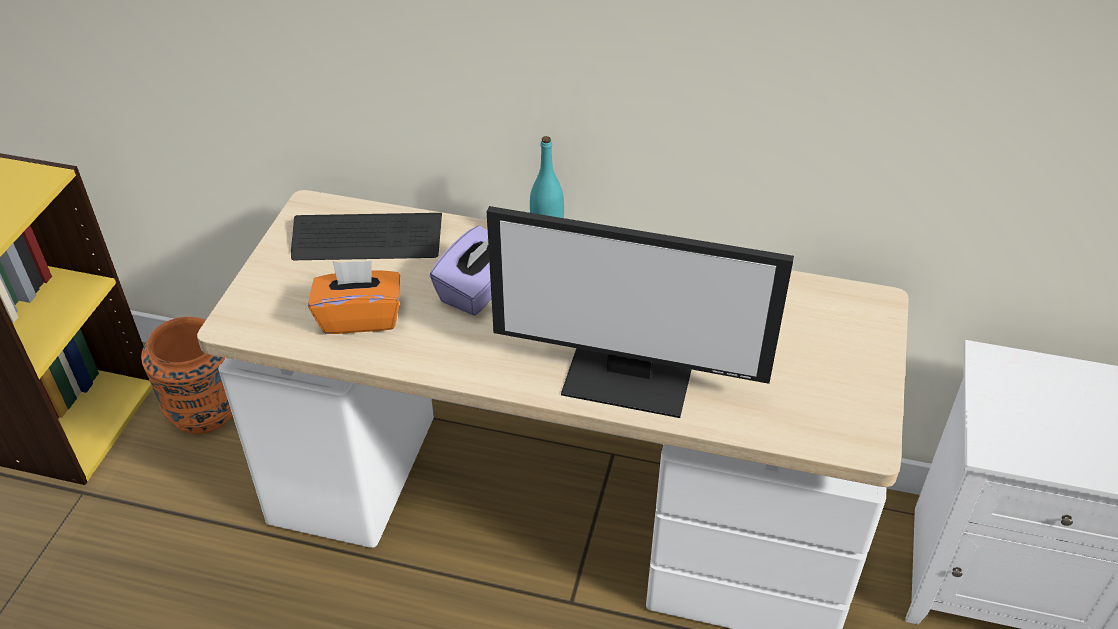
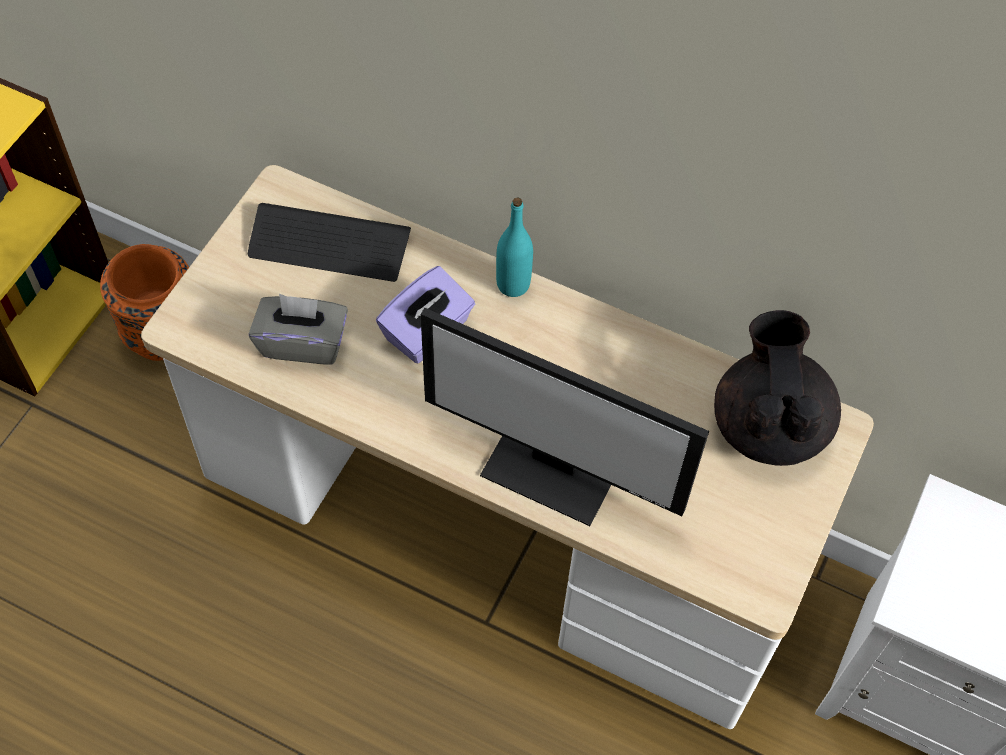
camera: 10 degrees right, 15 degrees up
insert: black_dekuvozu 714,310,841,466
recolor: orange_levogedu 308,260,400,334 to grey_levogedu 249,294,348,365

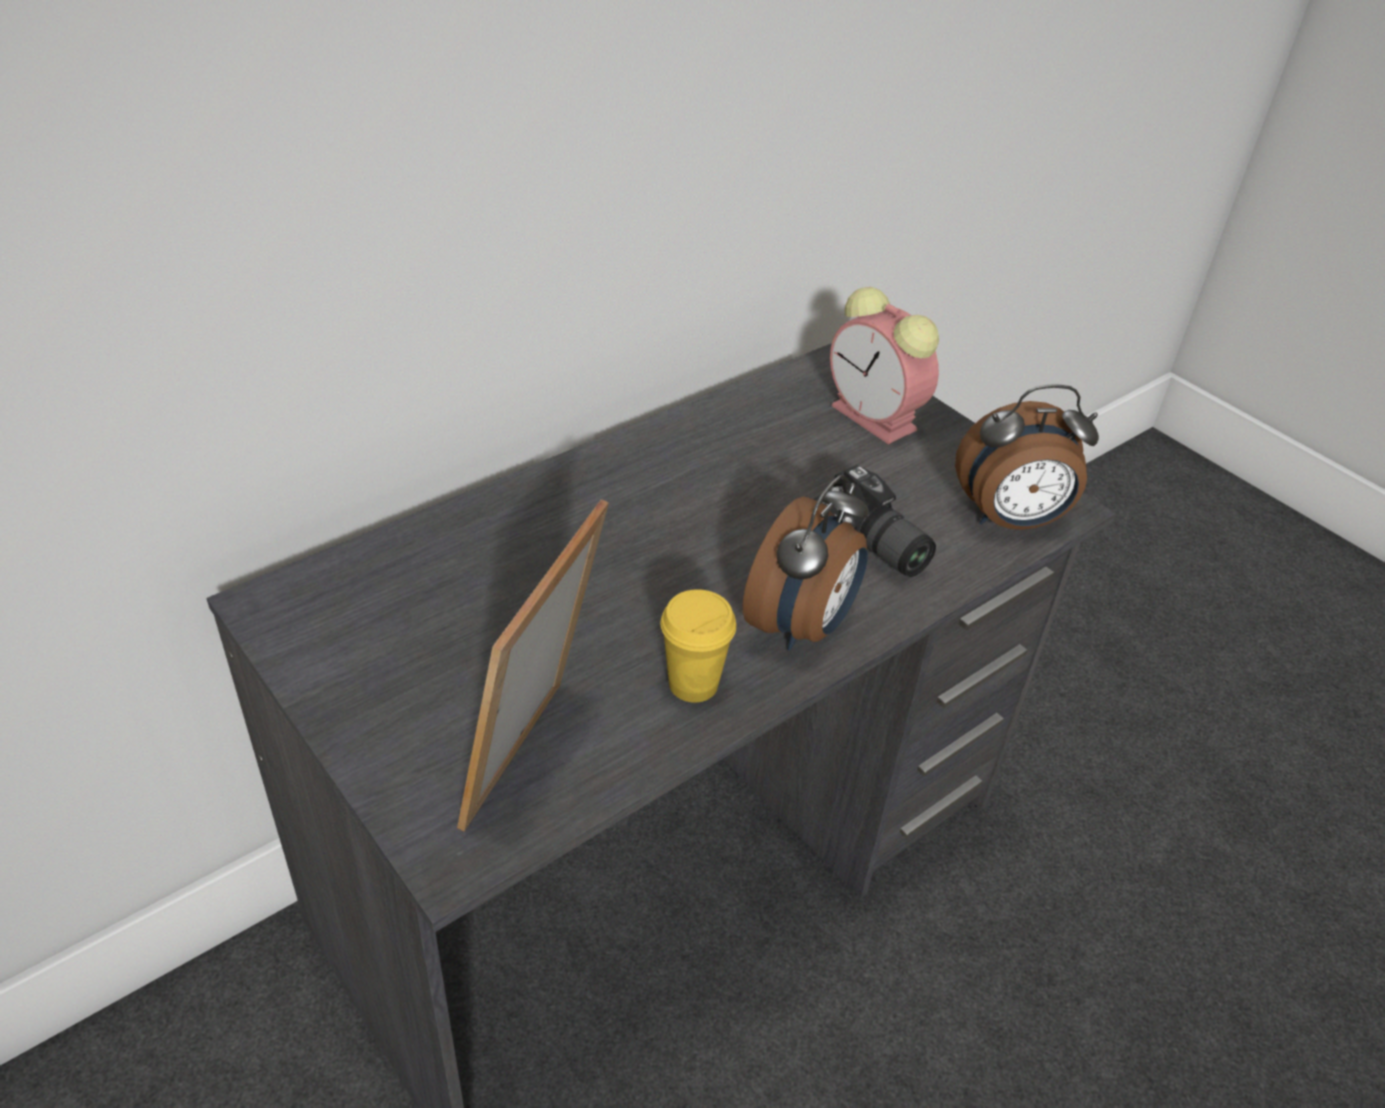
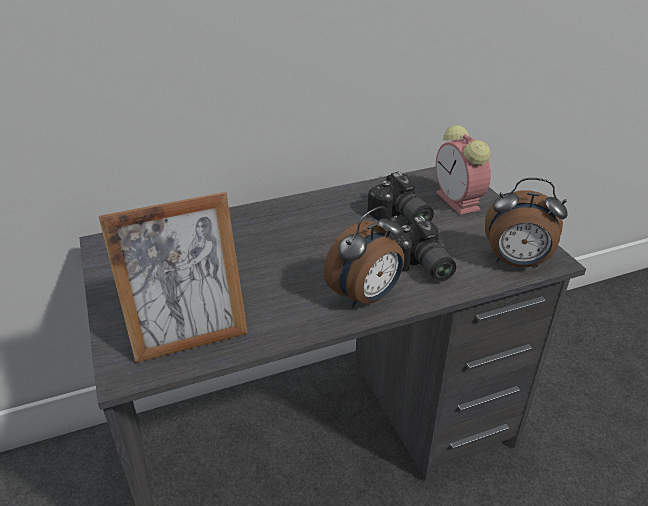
camera: 20 degrees right, 5 degrees down
delete: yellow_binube 661,589,736,703
insert: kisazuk 368,172,434,222
rotate: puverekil 457,499,609,832 = 99,192,248,363 150 degrees counterclockwise

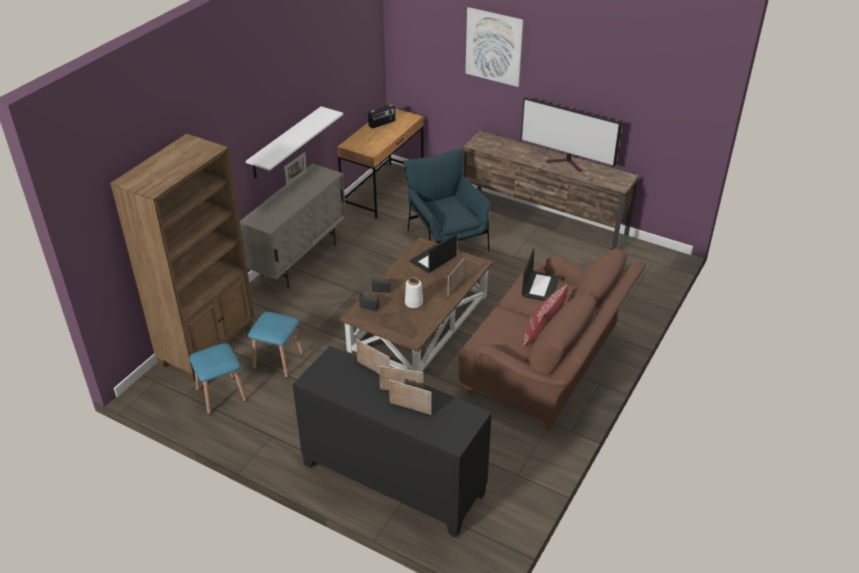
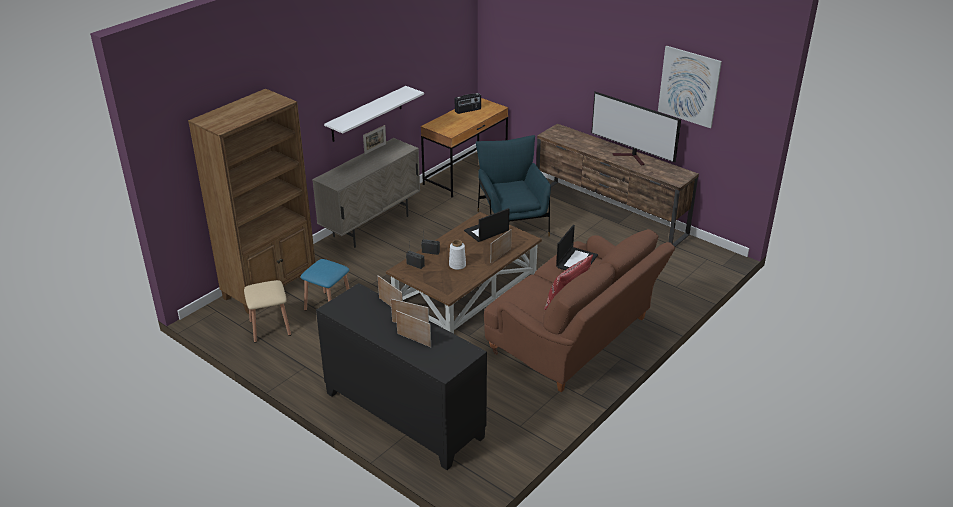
camera: 10 degrees right, 5 degrees down
move: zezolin 465,7,524,87 to 658,46,722,128
recolor: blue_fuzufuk 189,343,247,414 to beige_fuzufuk 244,280,291,343

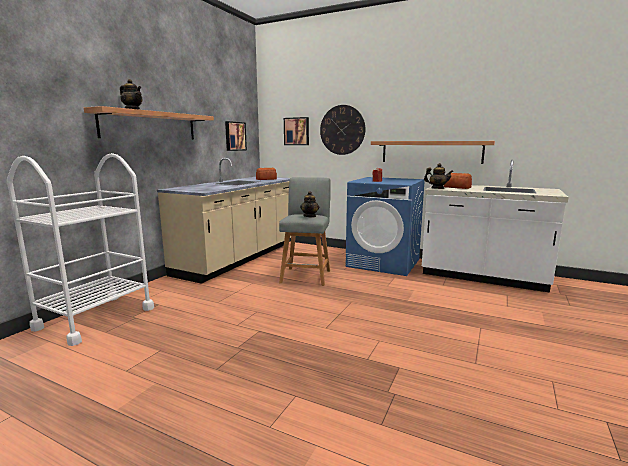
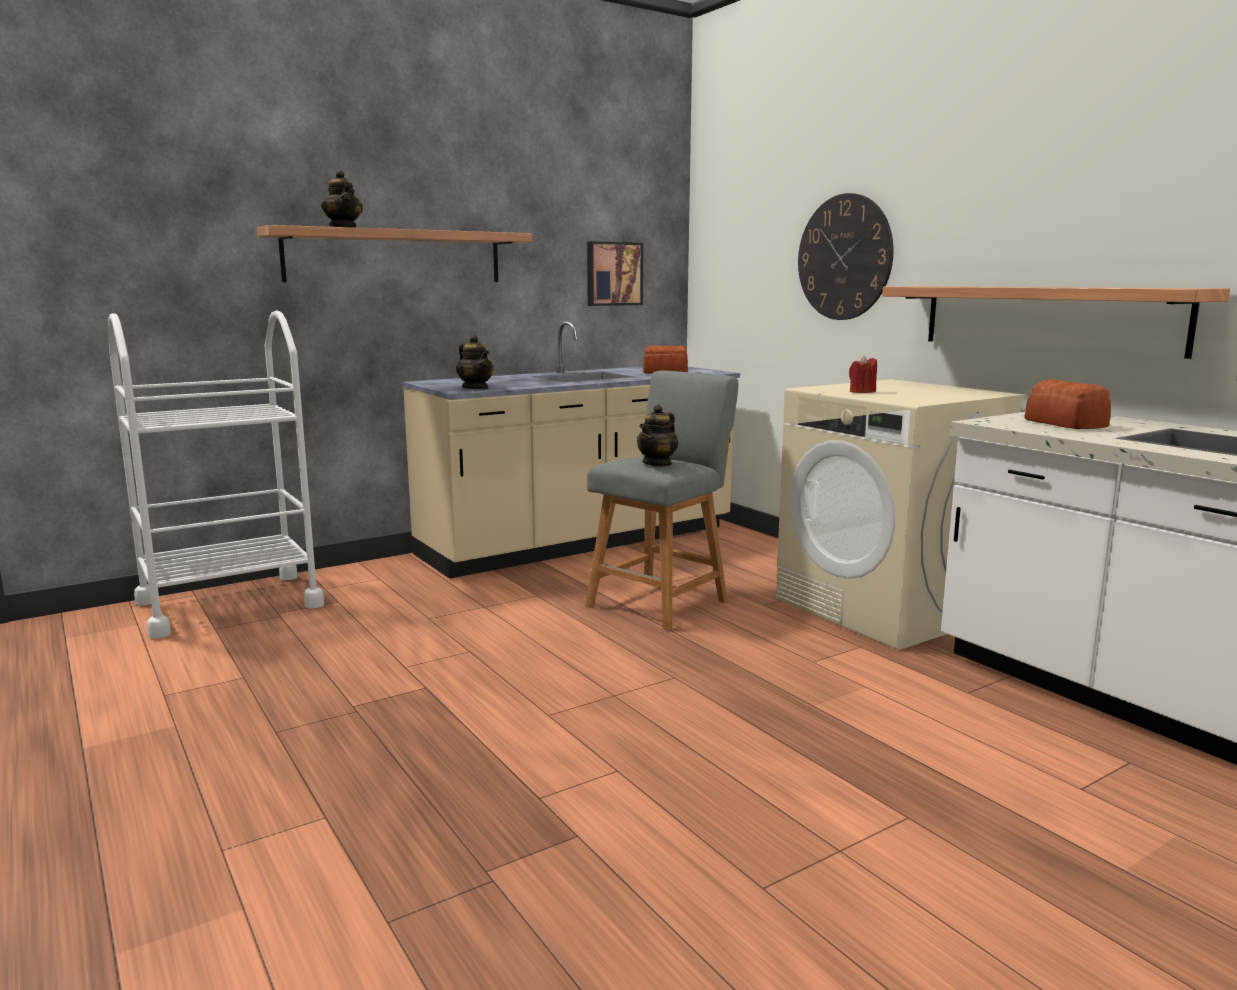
camera: 30 degrees right, 0 degrees up
delete: zezolin 284,117,309,145
move: dekuvozu 424,163,453,189 to 456,335,494,389
recolor: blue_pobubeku 346,177,424,276 to beige_pobubeku 776,379,1025,650

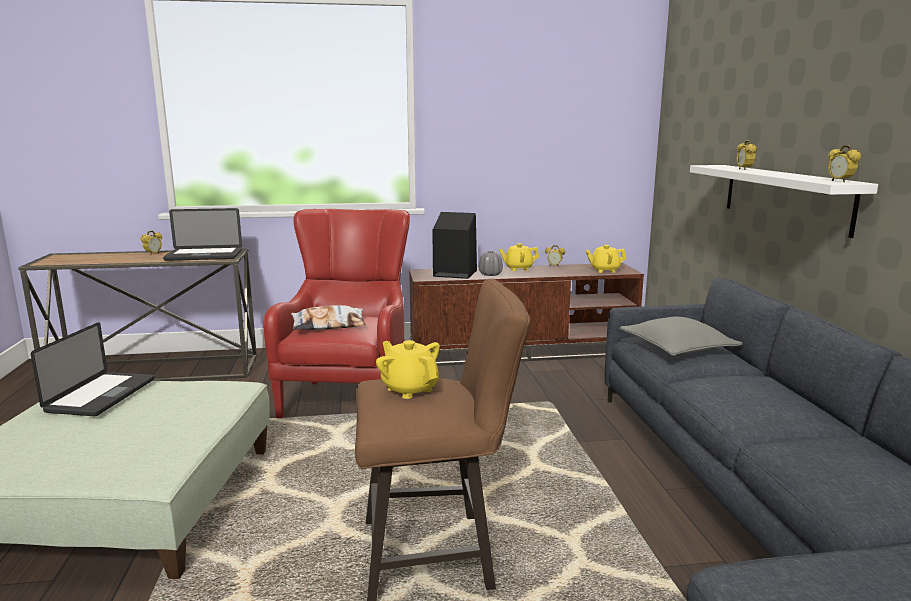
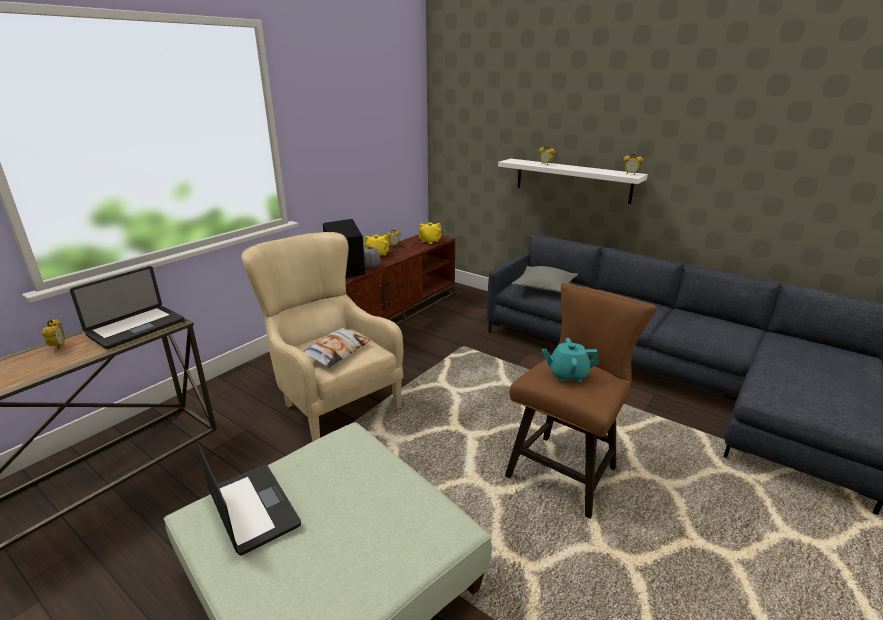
camera: 45 degrees left, 10 degrees up
recolor: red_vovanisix 264,209,410,418 to beige_vovanisix 242,232,403,442; yellow_dekuvozu 376,340,440,399 to turquoise_dekuvozu 542,338,599,382

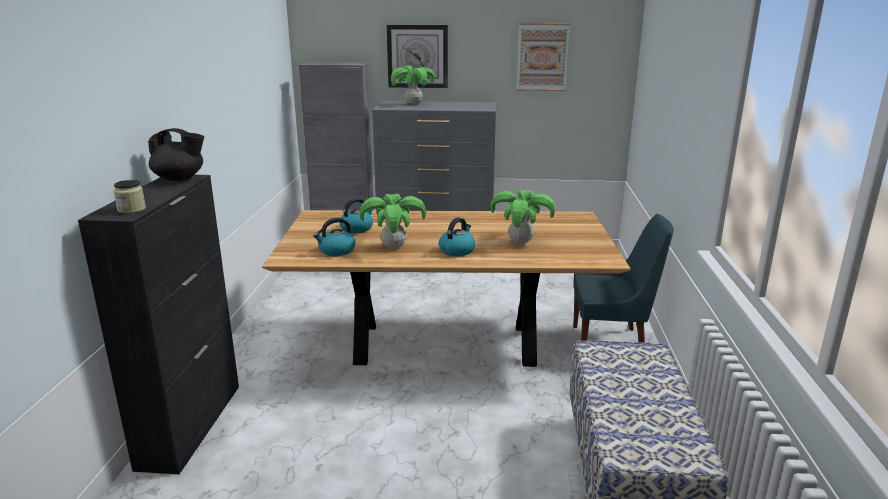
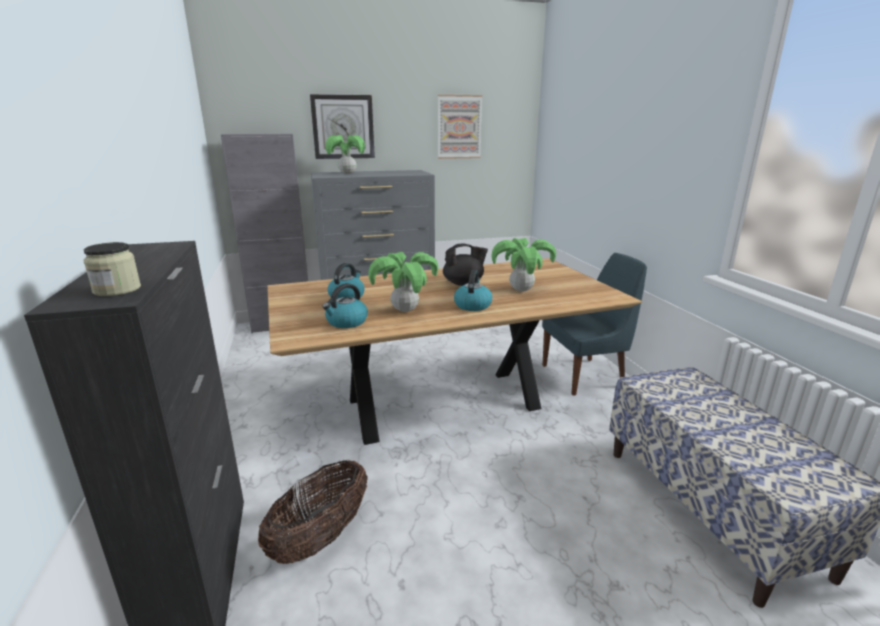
camera: 20 degrees left, 0 degrees up
insert: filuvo 258,460,368,564
move: black_dekuvozu 148,128,205,181 to 443,243,488,286

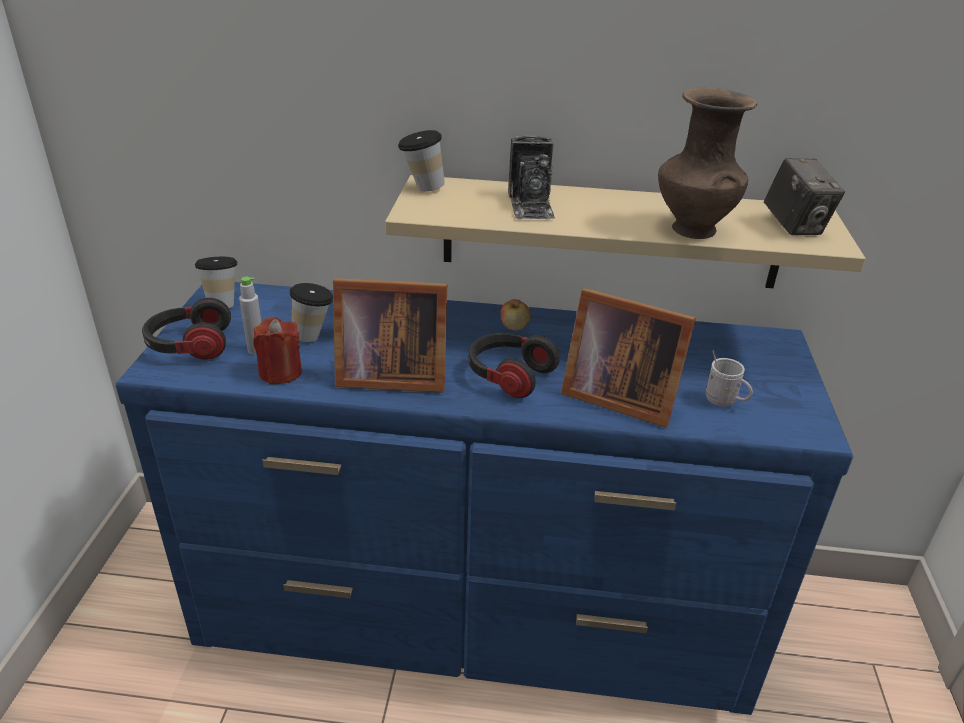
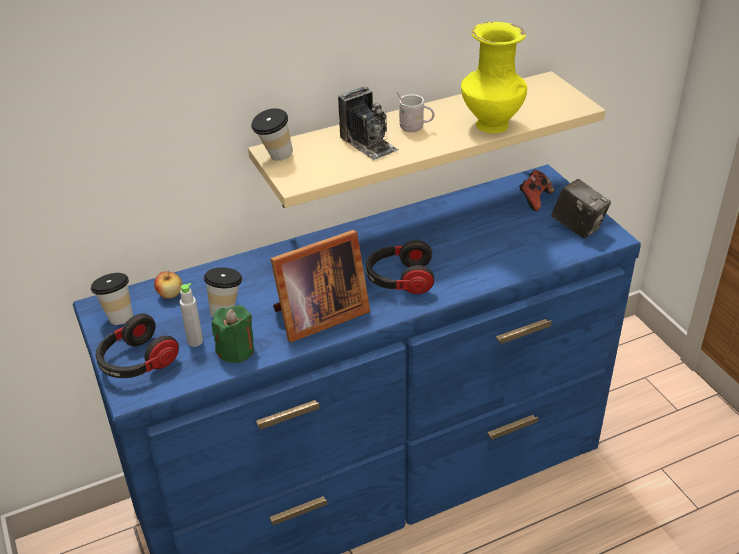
camera: 30 degrees left, 5 degrees up
delete: puverekil 561,288,696,428
insert: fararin 519,170,554,211
move: kisazuk 764,158,845,235 to 551,179,611,239; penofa 501,299,531,331 to 154,271,182,299; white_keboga 706,350,753,407 to 397,92,435,132
recolor: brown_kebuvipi 658,87,758,239 to yellow_kebuvipi 461,22,527,133; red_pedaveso 253,317,302,384 to green_pedaveso 212,305,254,363

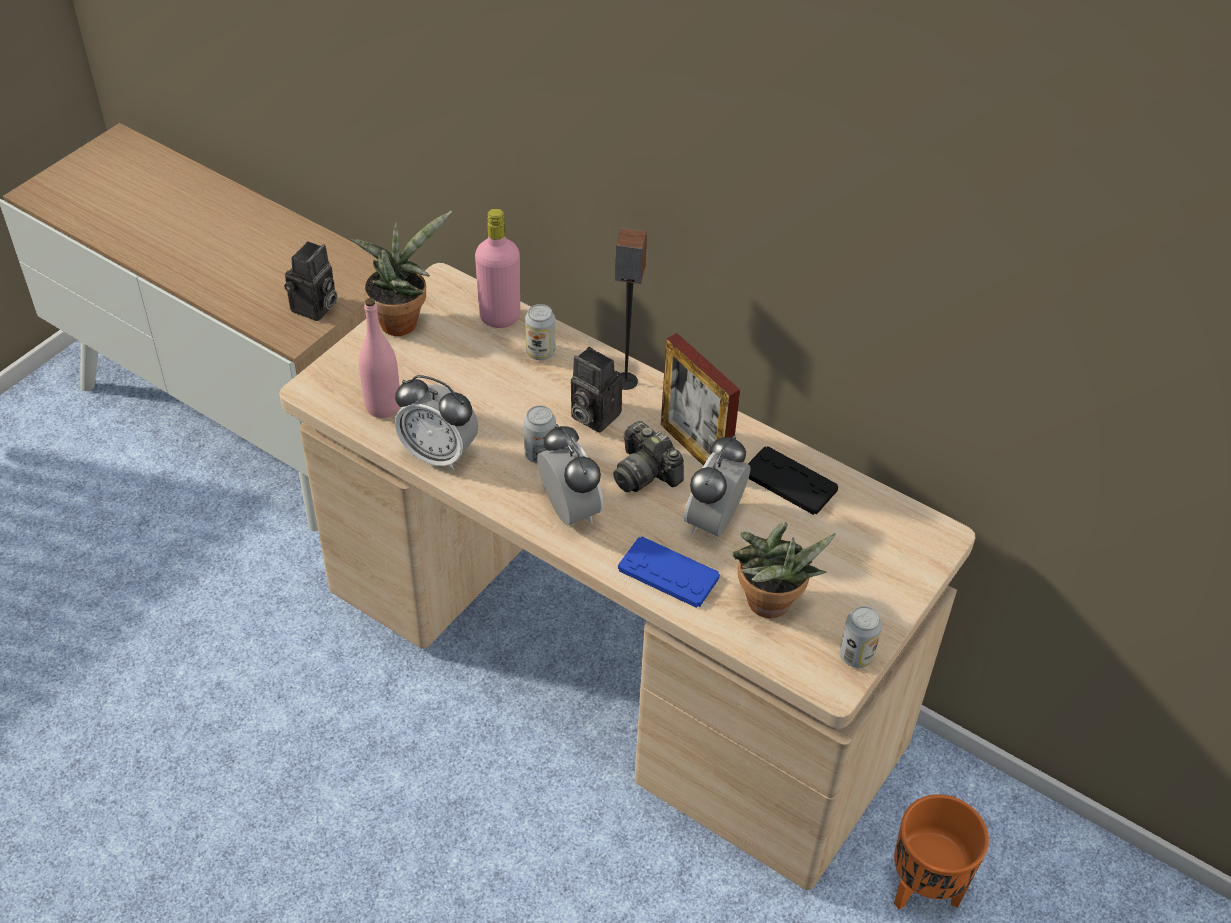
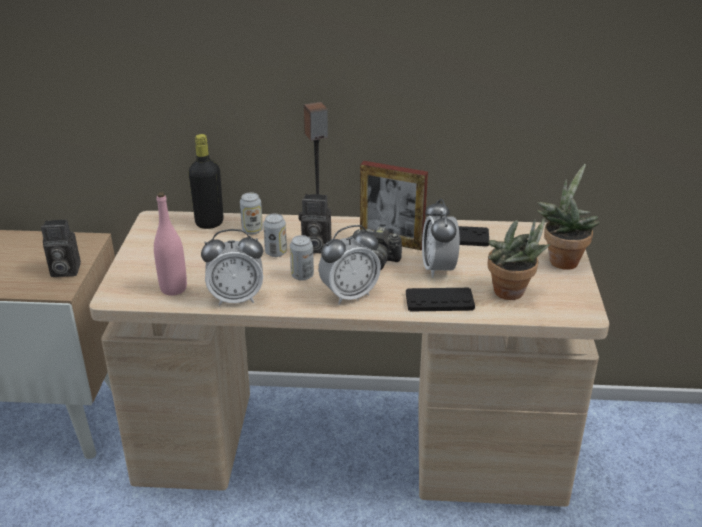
camera: 30 degrees left, 15 degrees down
delete: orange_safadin 894,794,989,910
move: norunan 351,211,452,336 to 537,164,600,270; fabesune 840,606,882,668 to 263,214,287,257
recolor: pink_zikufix 475,209,520,328 to black_zikufix 189,134,224,229; blue_fararin 618,537,720,608 to black_fararin 406,288,475,312
rotate: kisazuk 284,241,337,321 = 41,220,81,277 90 degrees clockwise; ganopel 537,424,604,526 = 318,225,381,305 120 degrees clockwise

